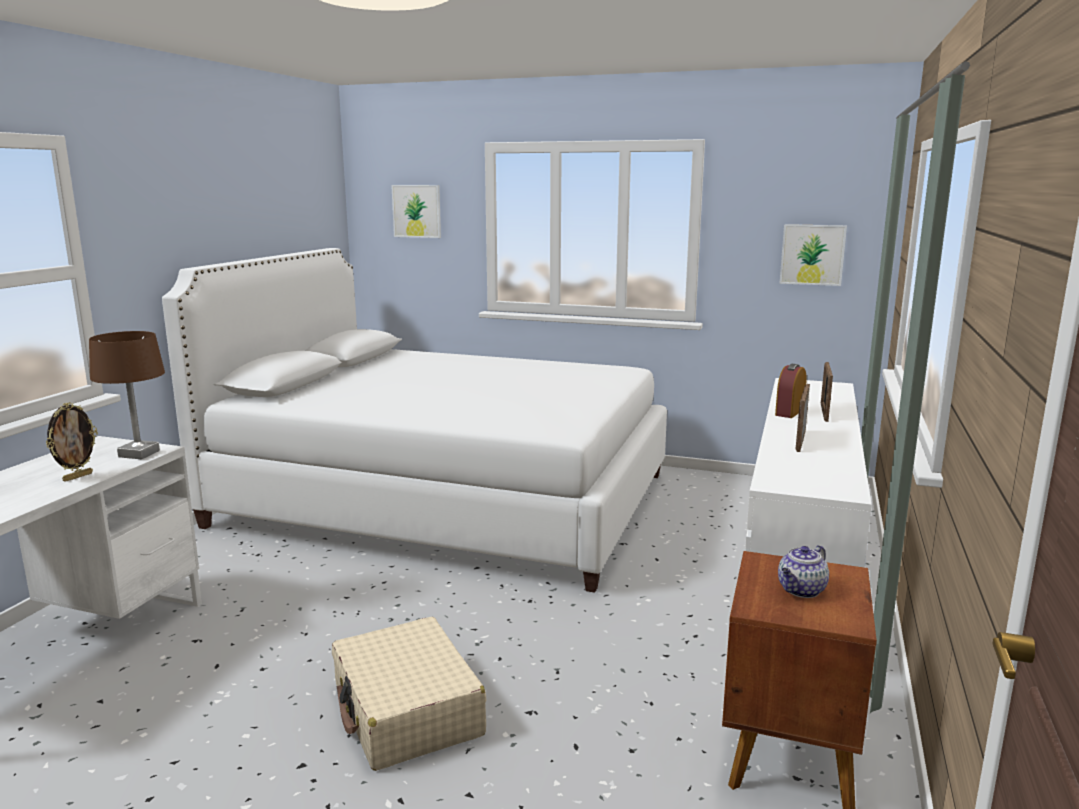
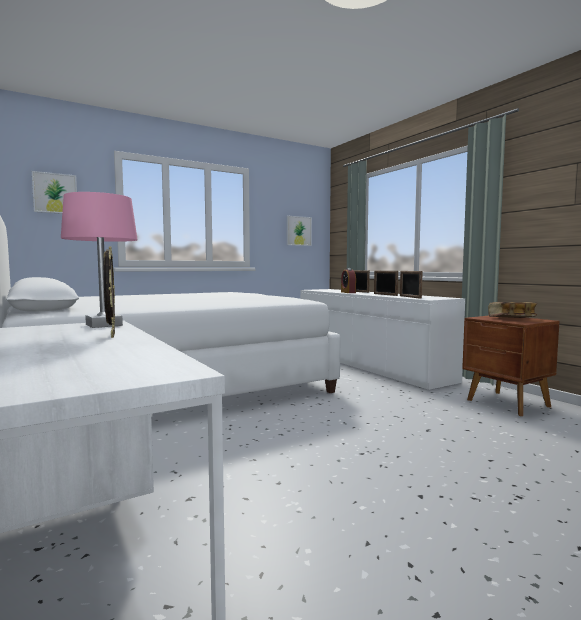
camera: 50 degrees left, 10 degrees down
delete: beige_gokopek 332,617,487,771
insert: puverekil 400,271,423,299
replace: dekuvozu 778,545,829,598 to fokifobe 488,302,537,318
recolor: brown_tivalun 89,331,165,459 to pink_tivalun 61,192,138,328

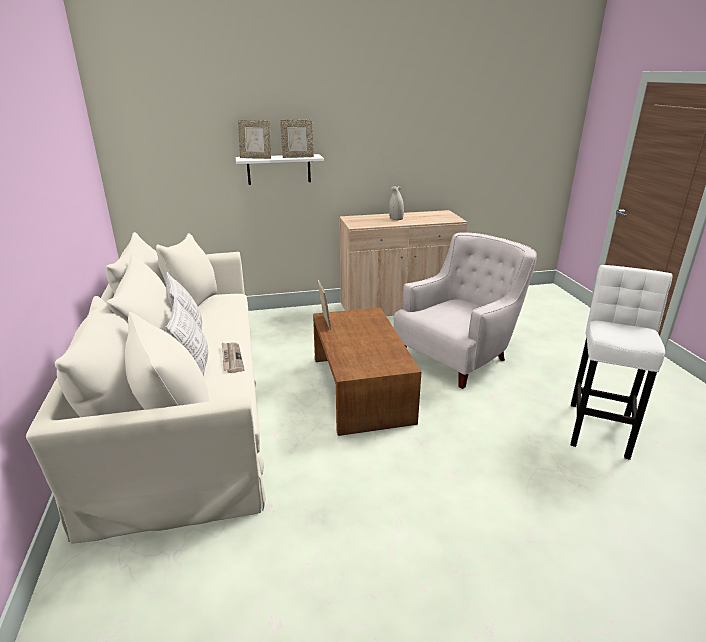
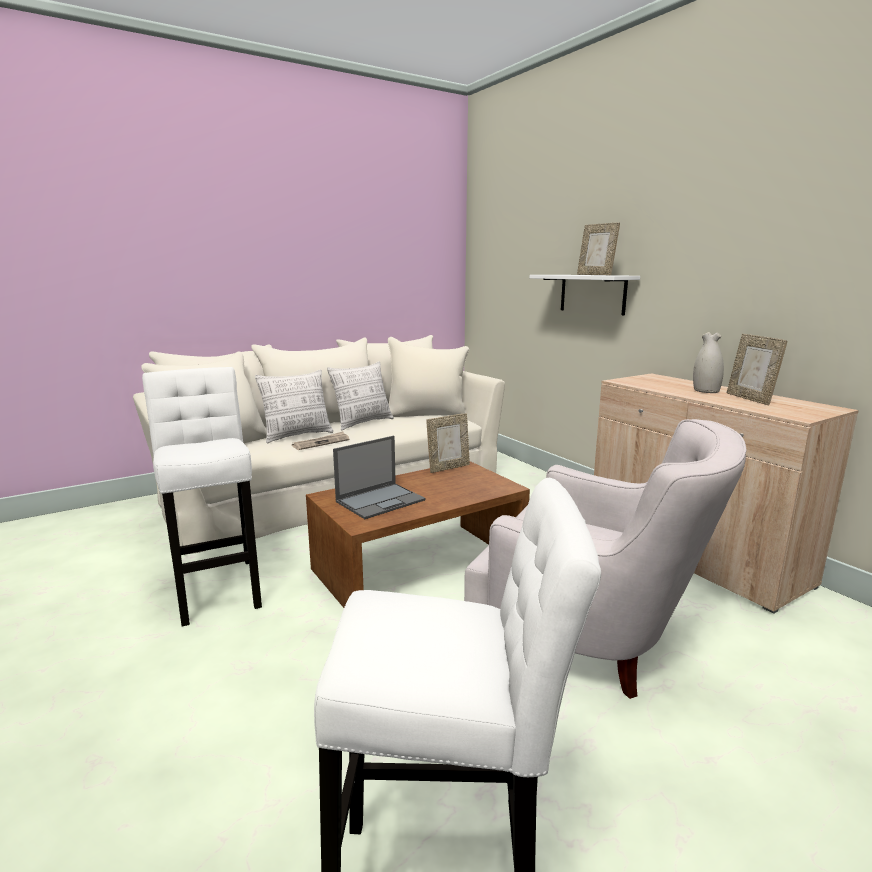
camera: 70 degrees right, 10 degrees down
insert: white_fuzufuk 142,367,262,627; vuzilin 333,436,425,519
move: puverekil 238,120,271,159 to 727,334,787,405

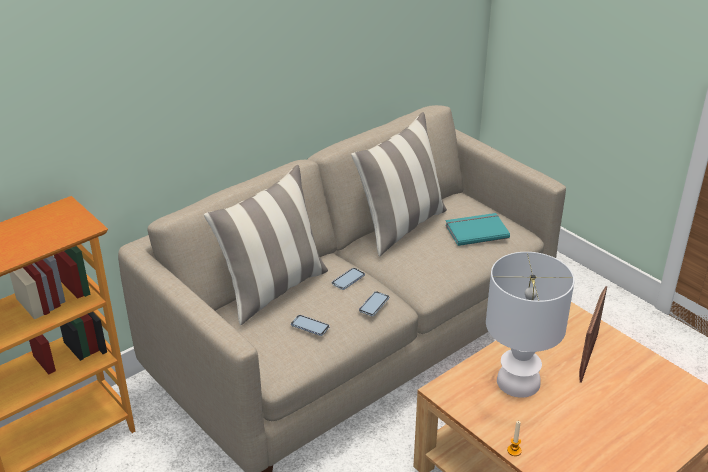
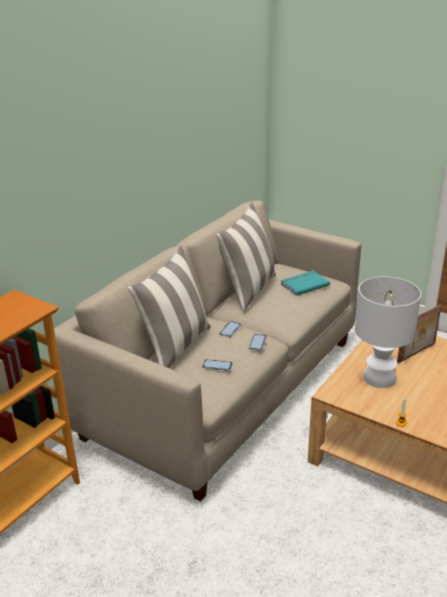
camera: 15 degrees left, 5 degrees down
rotate: puverekil 579,286,607,383 = 397,304,441,364 135 degrees counterclockwise

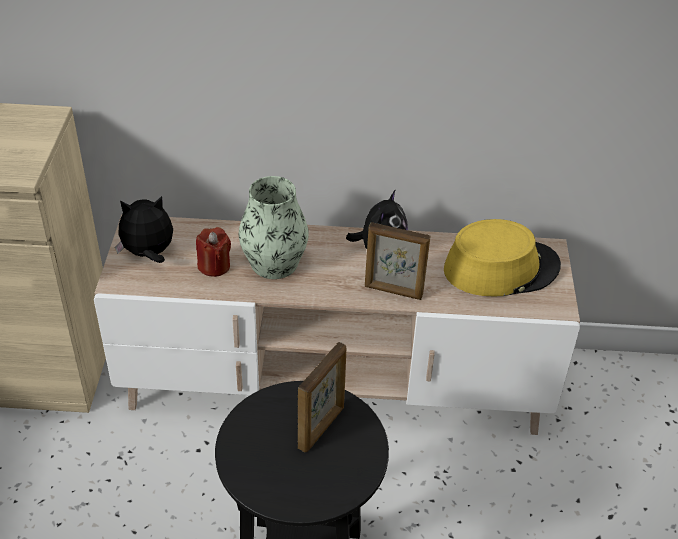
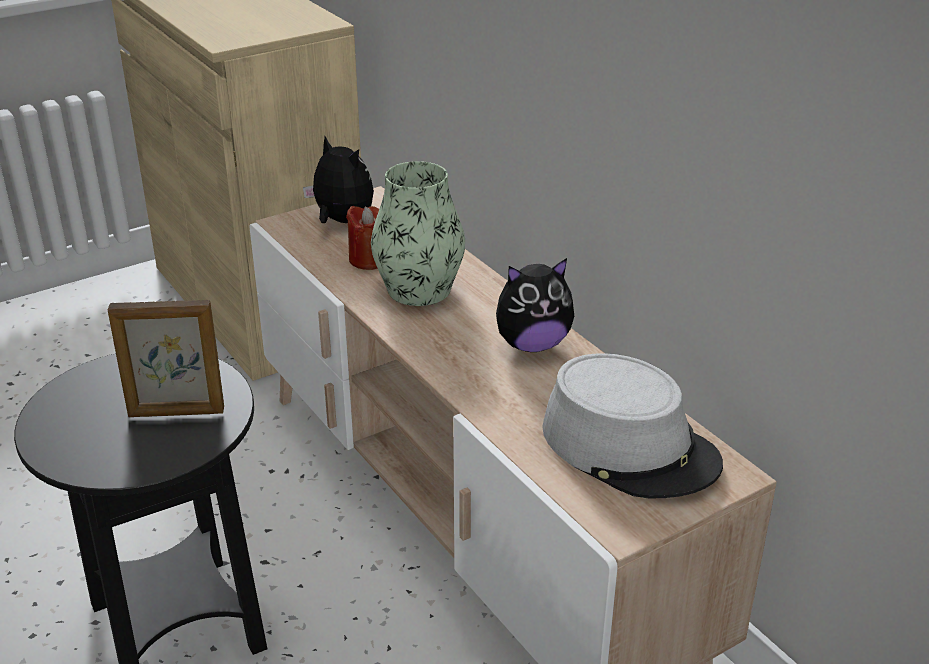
camera: 55 degrees right, 10 degrees down
delete: puverekil 365,222,430,300
recolor: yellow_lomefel 444,219,561,296 to grey_lomefel 542,353,723,499

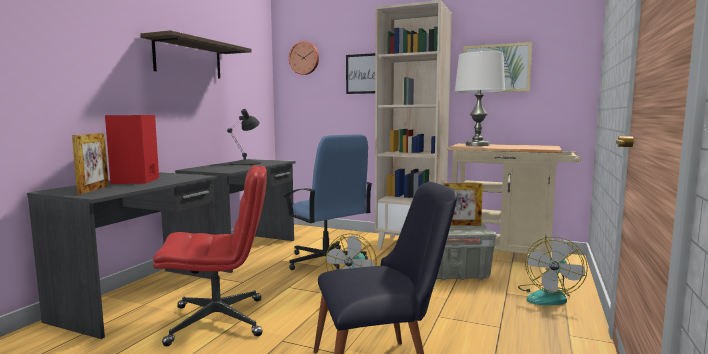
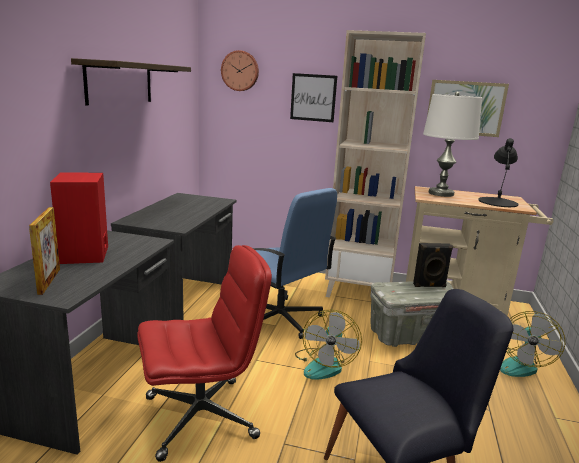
camera: 10 degrees left, 10 degrees up
move: black_tivalun 227,109,261,165 to 478,138,518,207
replace: puverekil 443,183,483,226 to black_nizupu 413,243,453,287

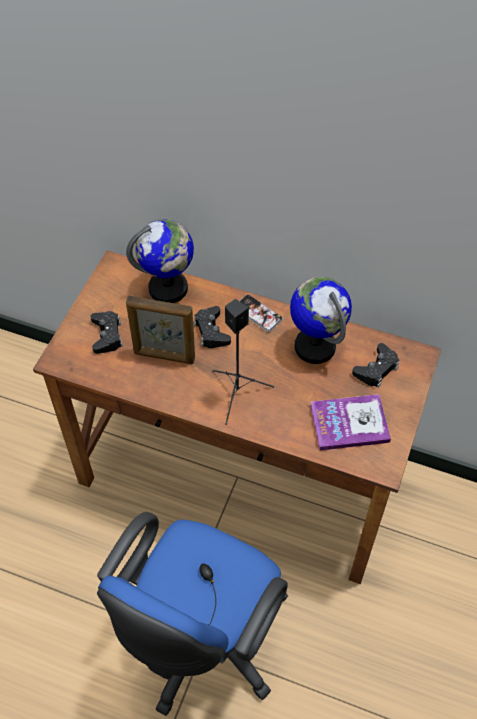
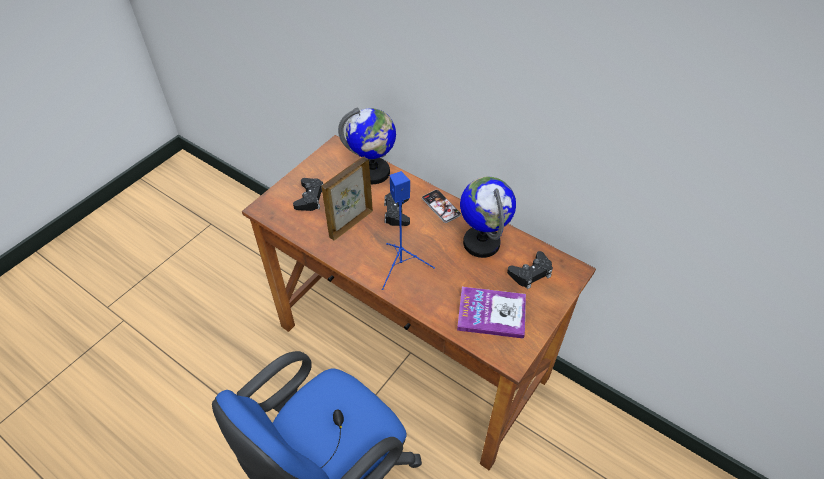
camera: 15 degrees right, 5 degrees down
recolor: black_nizupu 212,299,274,425 to blue_nizupu 382,171,435,290
rotate: puverekil 126,295,195,364 = 321,156,373,241 105 degrees clockwise

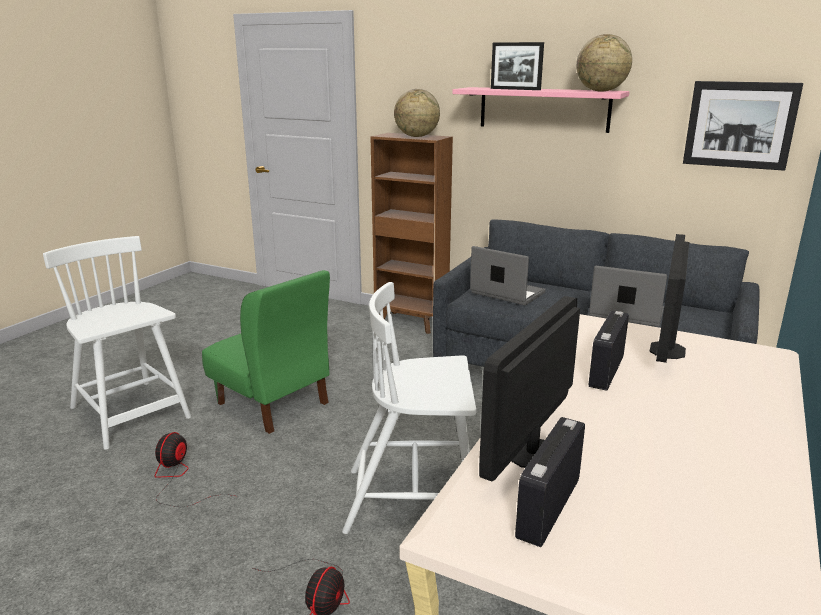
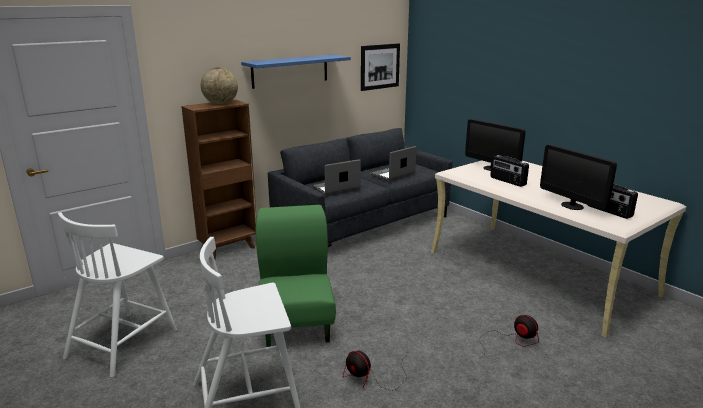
camera: 65 degrees left, 0 degrees up
delete: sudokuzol 576,34,632,92; puverekil 491,42,544,90
move: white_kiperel 342,282,476,534 to 58,212,177,378
recolor: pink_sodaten 452,87,630,133 to blue_sodaten 241,55,351,89
rotate: green_kiperel 202,270,330,434 = 256,205,336,347 75 degrees counterclockwise

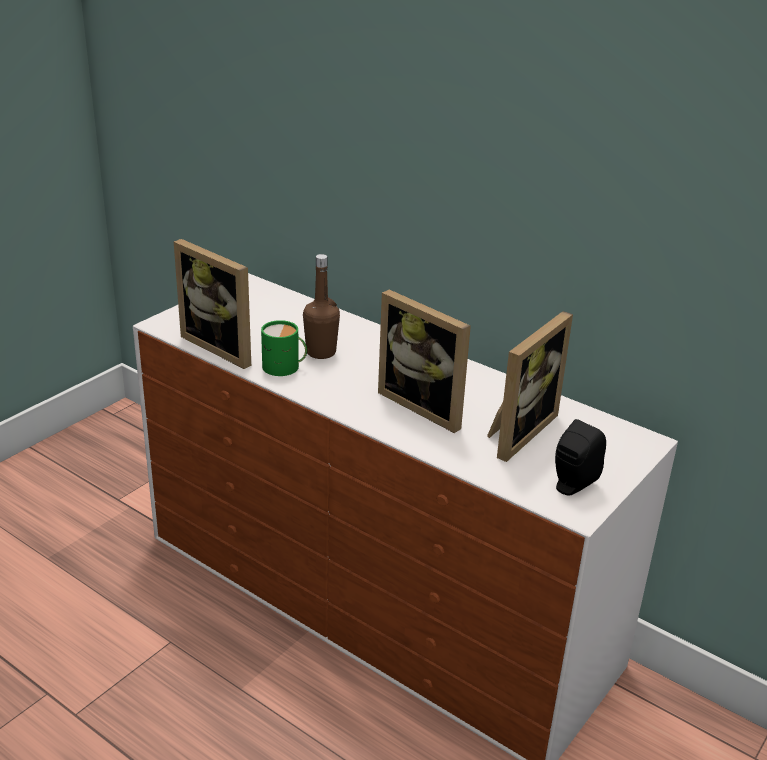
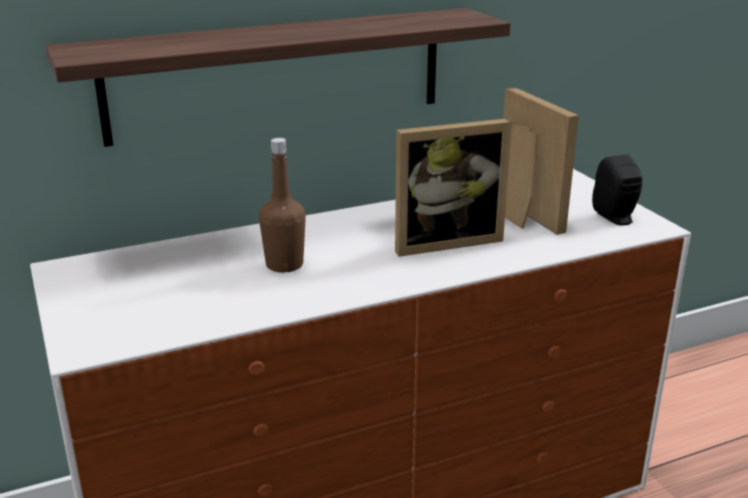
camera: 60 degrees left, 5 degrees down
delete: puverekil 174,239,251,369; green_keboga 261,320,307,376
insert: sodaten 45,8,511,147

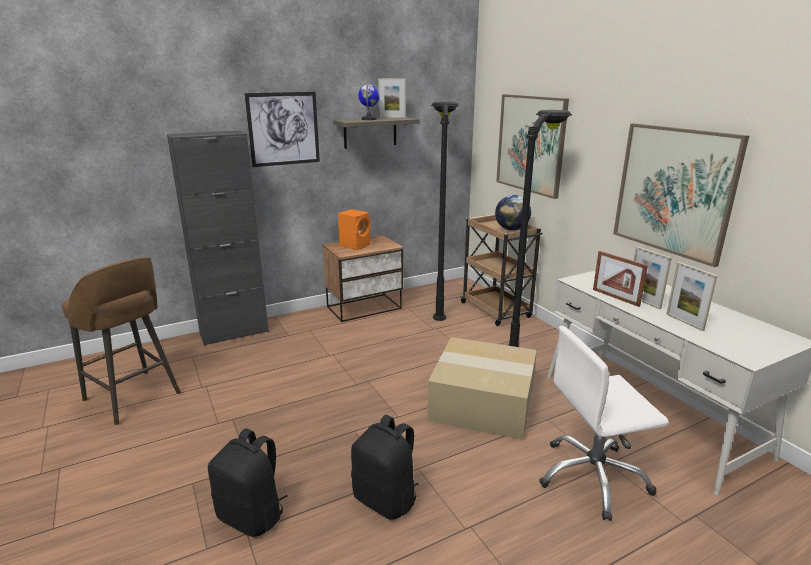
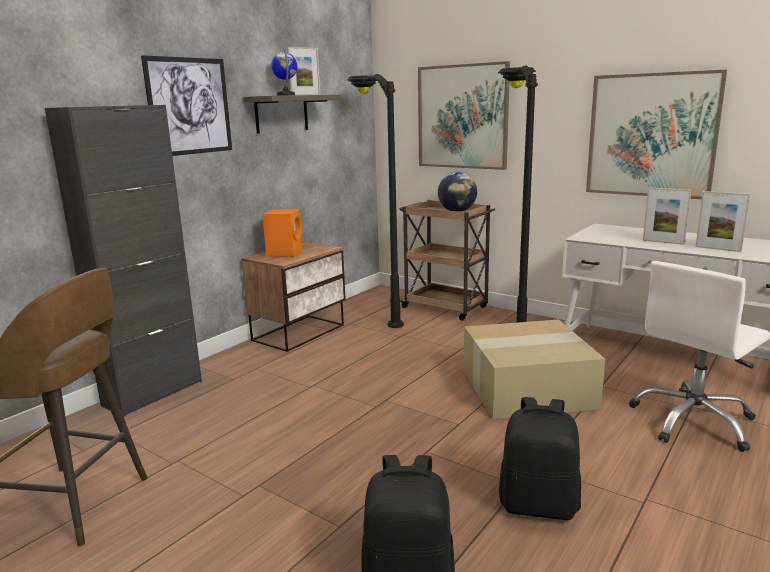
camera: 25 degrees left, 5 degrees down
delete: puverekil 593,251,648,307

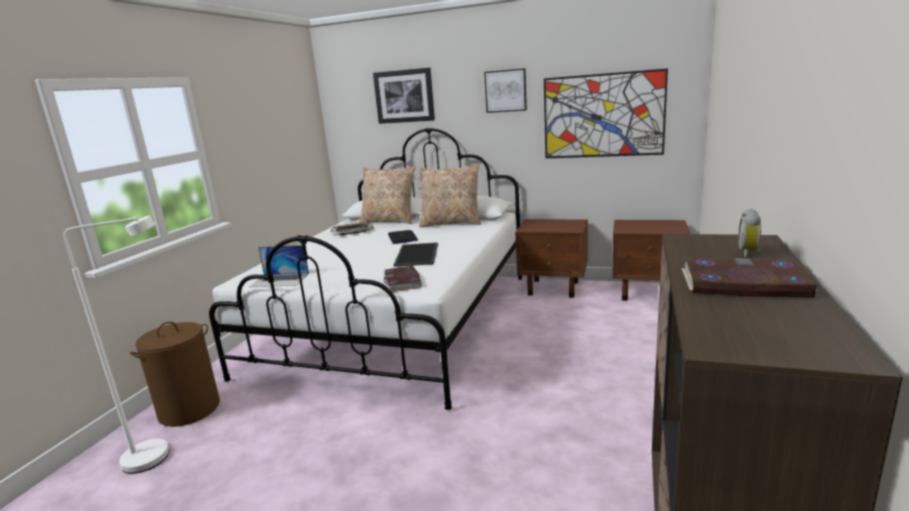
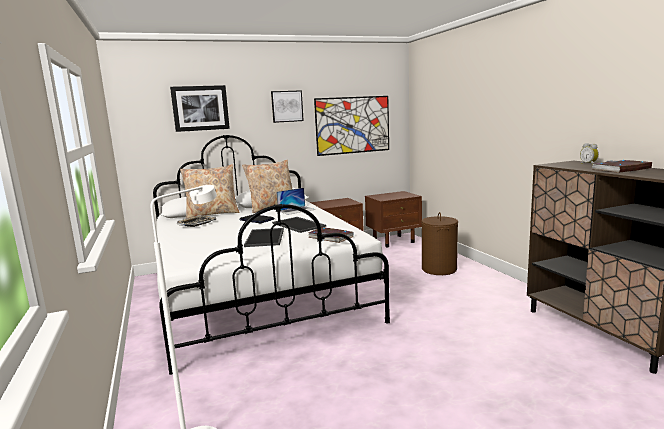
camera: 40 degrees left, 5 degrees down
insert: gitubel 244,228,284,247
move: vuzilin 249,245,309,287 to 276,188,316,215; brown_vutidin 129,322,220,427 to 421,212,458,275

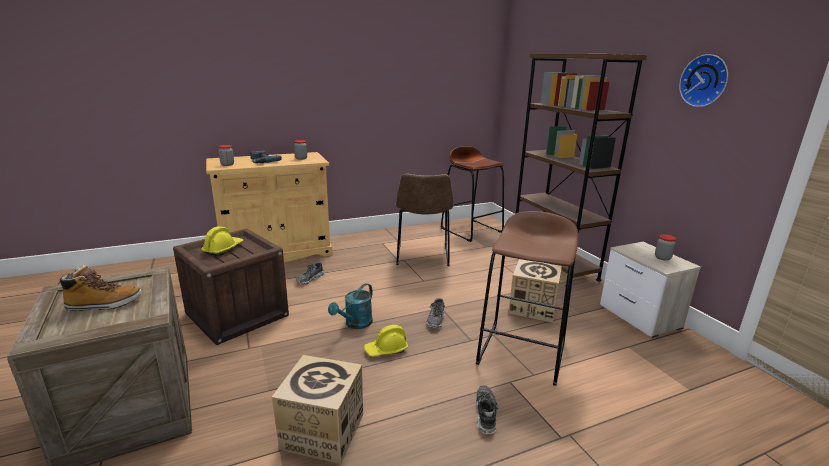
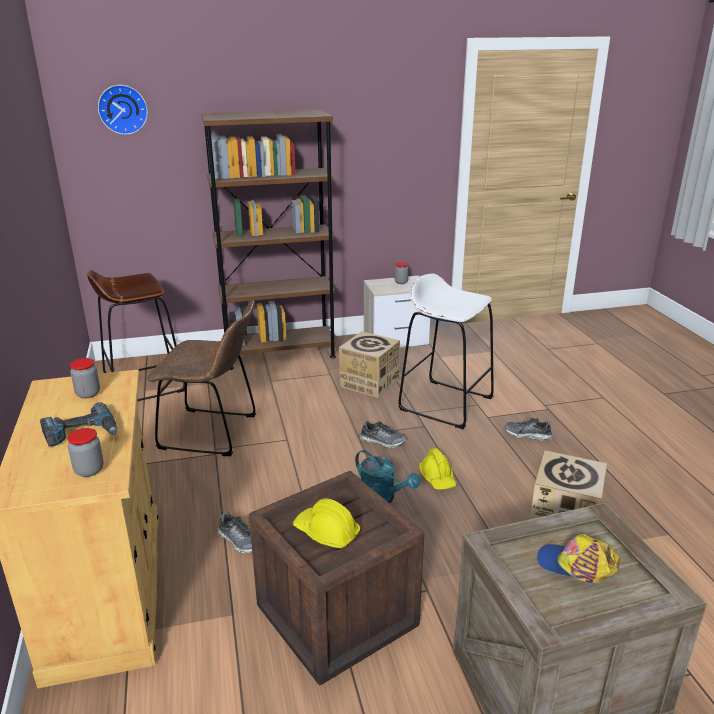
camera: 80 degrees left, 5 degrees up
move: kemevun 679,54,728,107 to 98,85,148,135
replace: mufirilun 57,265,142,311 to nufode 537,534,621,583
recolor: brown_fuzufuk 476,211,579,386 to white_fuzufuk 398,273,494,429

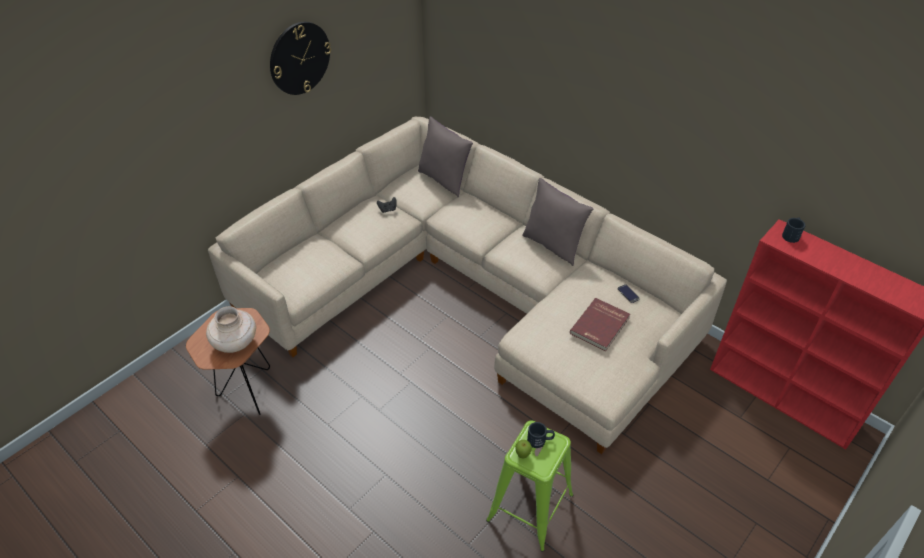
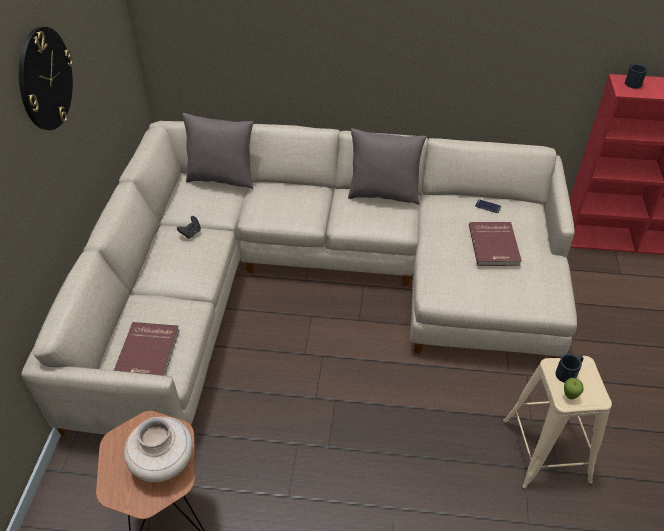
camera: 35 degrees left, 0 degrees up
insert: red_fokifobe 114,322,180,376
recolor: green_fuzufuk 486,421,573,552 to beige_fuzufuk 503,356,612,490

